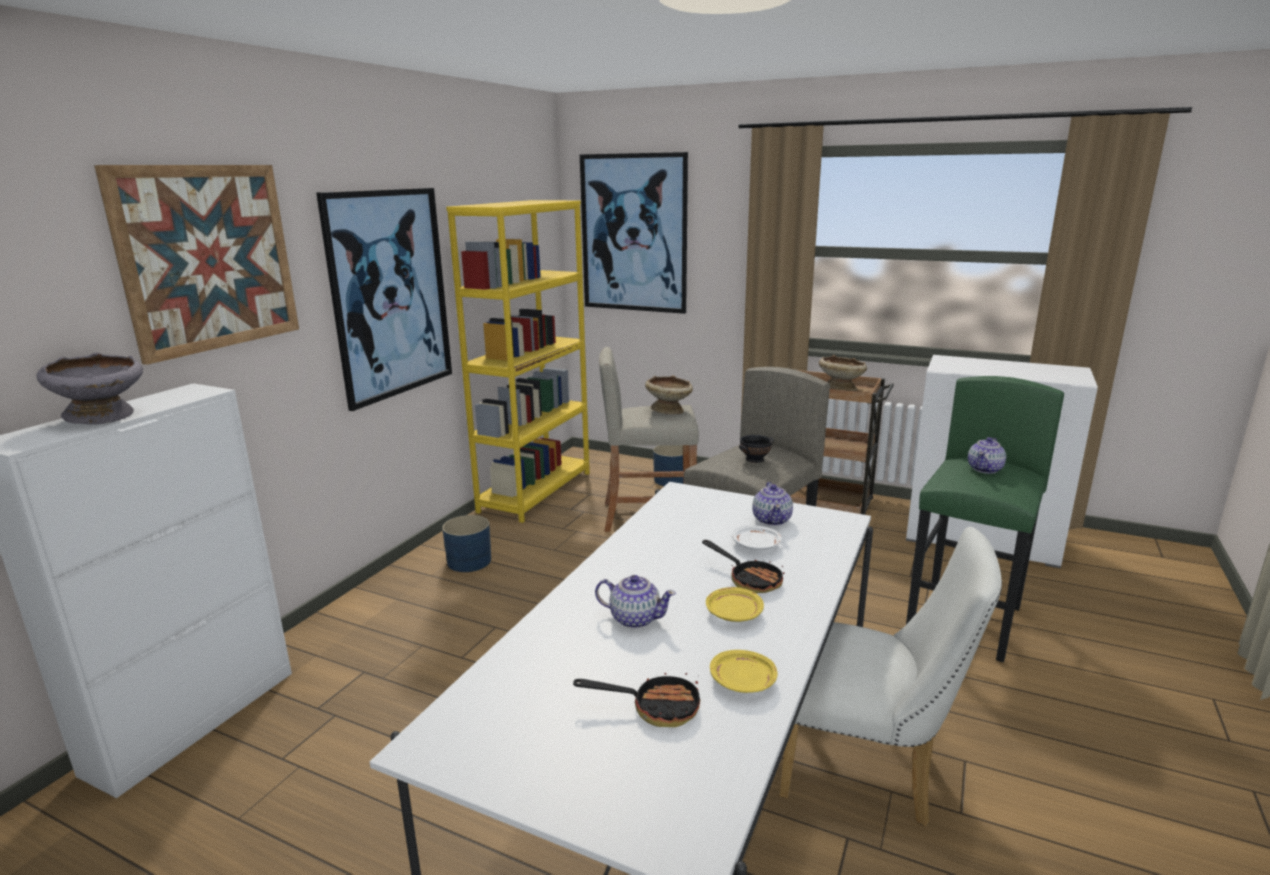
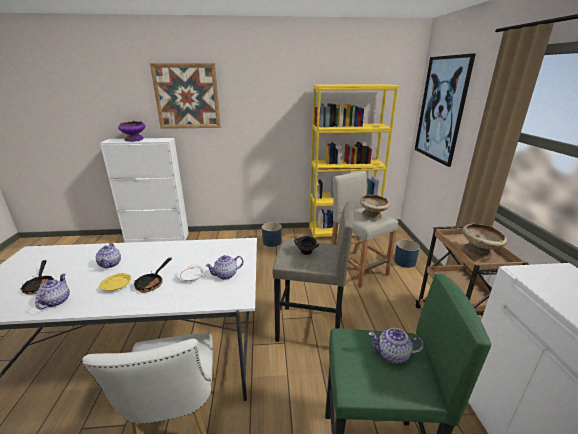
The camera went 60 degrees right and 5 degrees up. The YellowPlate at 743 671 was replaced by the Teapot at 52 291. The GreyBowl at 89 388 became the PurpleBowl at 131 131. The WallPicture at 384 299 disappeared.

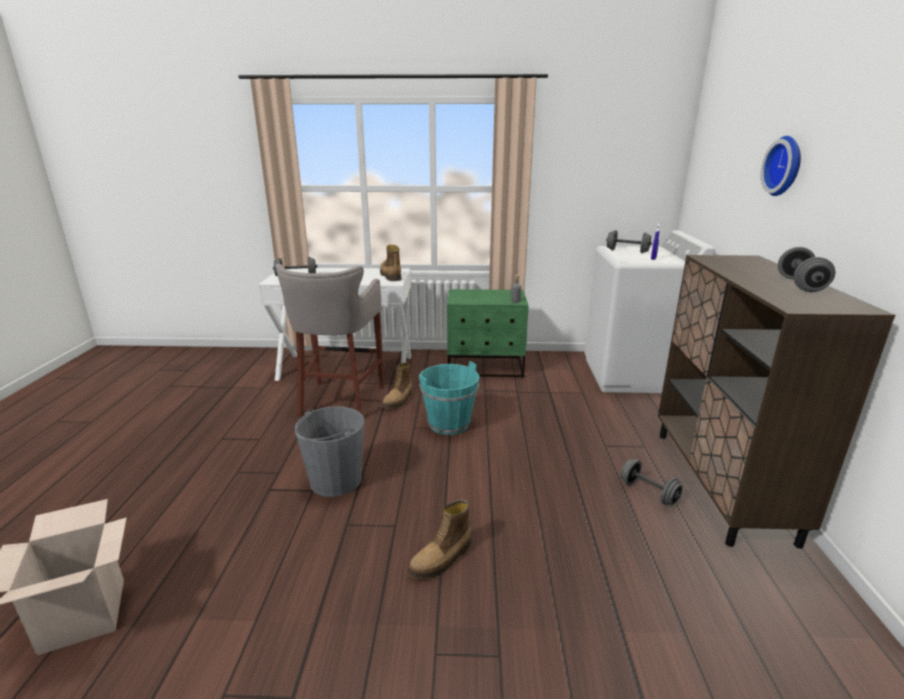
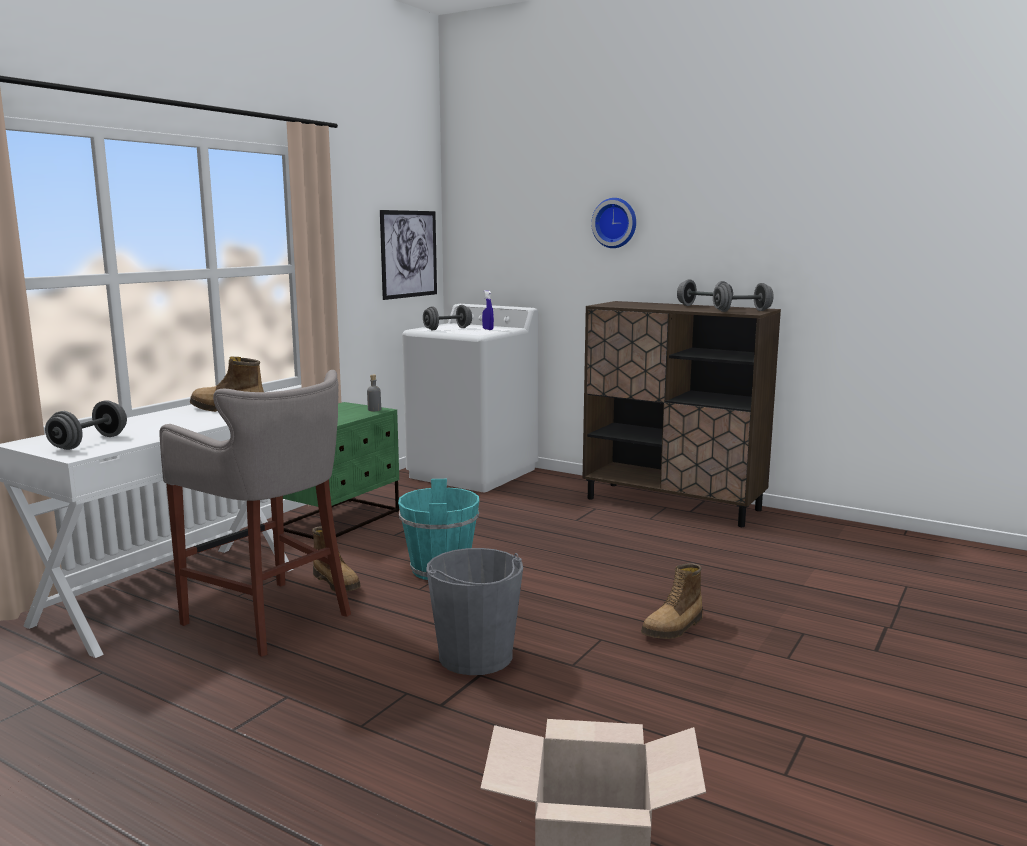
The camera went 60 degrees left and 10 degrees down. The WallPicture at 408 255 appeared. The Boot at 439 539 turned 60 degrees clockwise. The GreyHandWeight moved from 652 482 to 743 297.

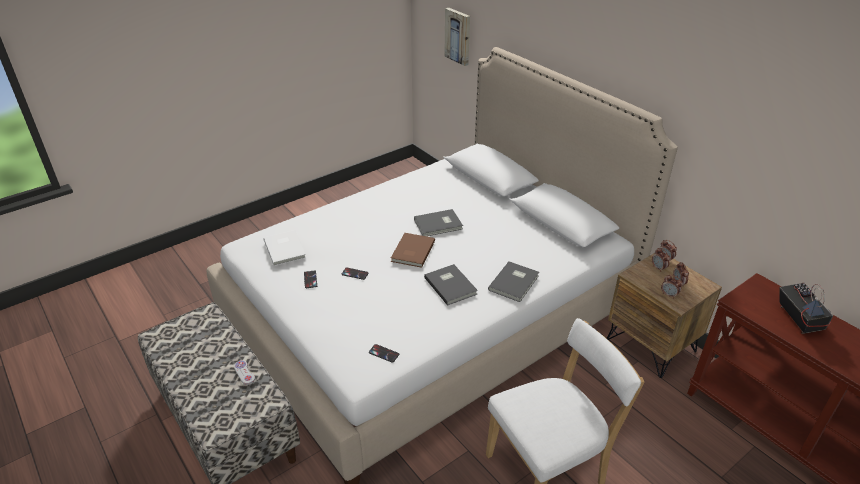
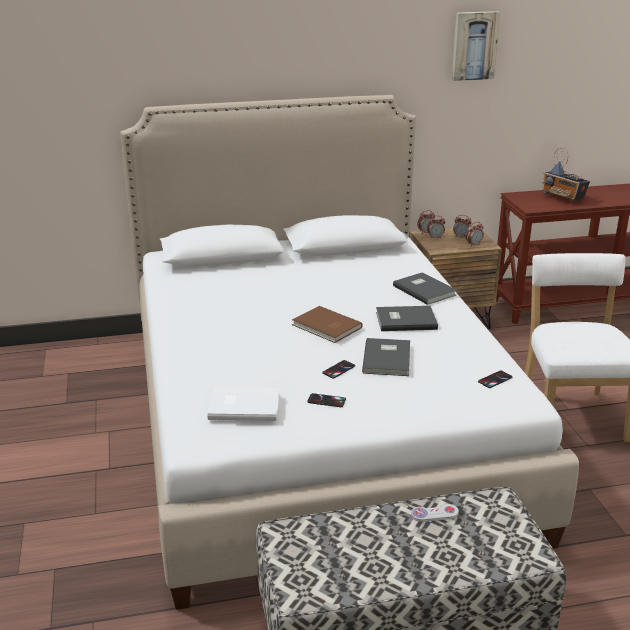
The camera went 65 degrees left and 10 degrees down. The GreyBook moved from 438 222 to 386 357. The WallPicture moved from 457 37 to 476 46. The Radio at 806 308 turned 150 degrees counterclockwise.

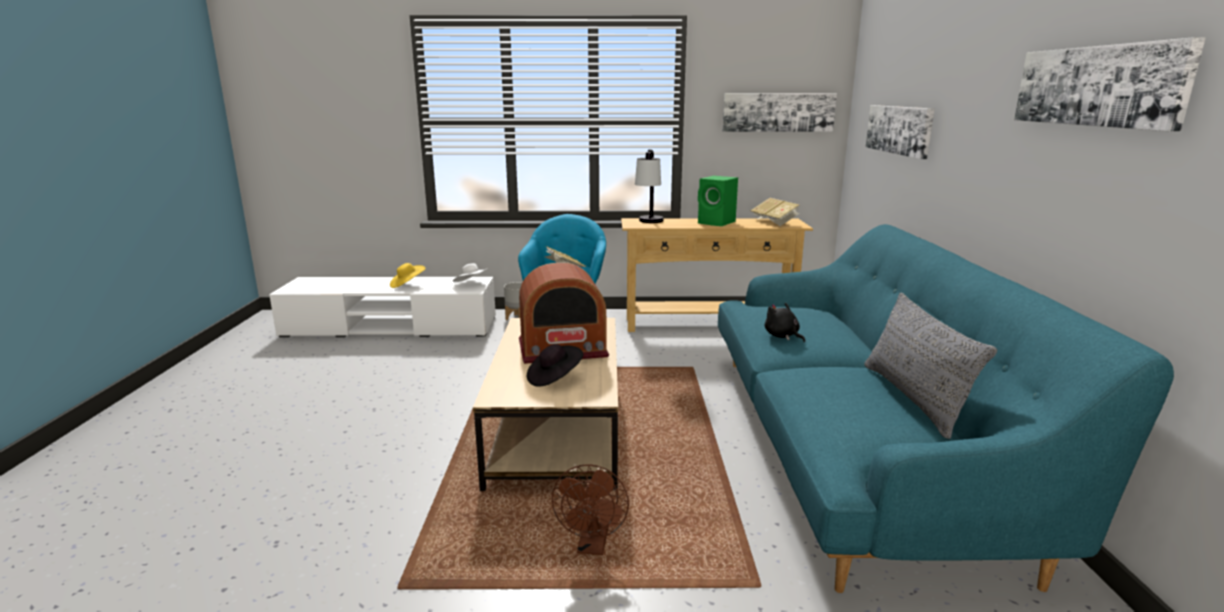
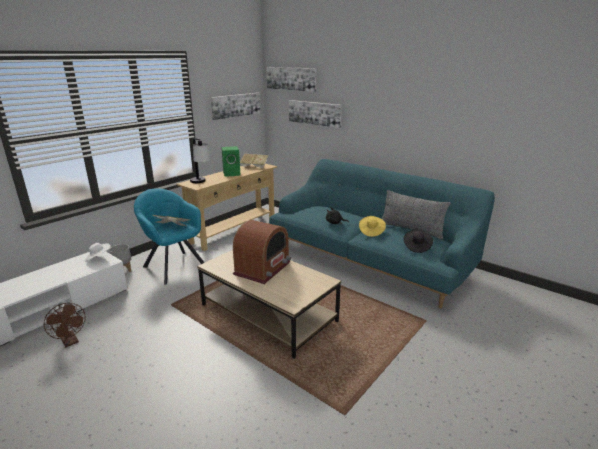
The camera went 50 degrees left and 5 degrees up. The BrownCoolingFan moved from 590 509 to 65 325. The WallPicture moved from 1110 84 to 291 79. The YellowWearableHat moved from 408 275 to 372 226. The BlackWearableHat moved from 555 365 to 418 241.

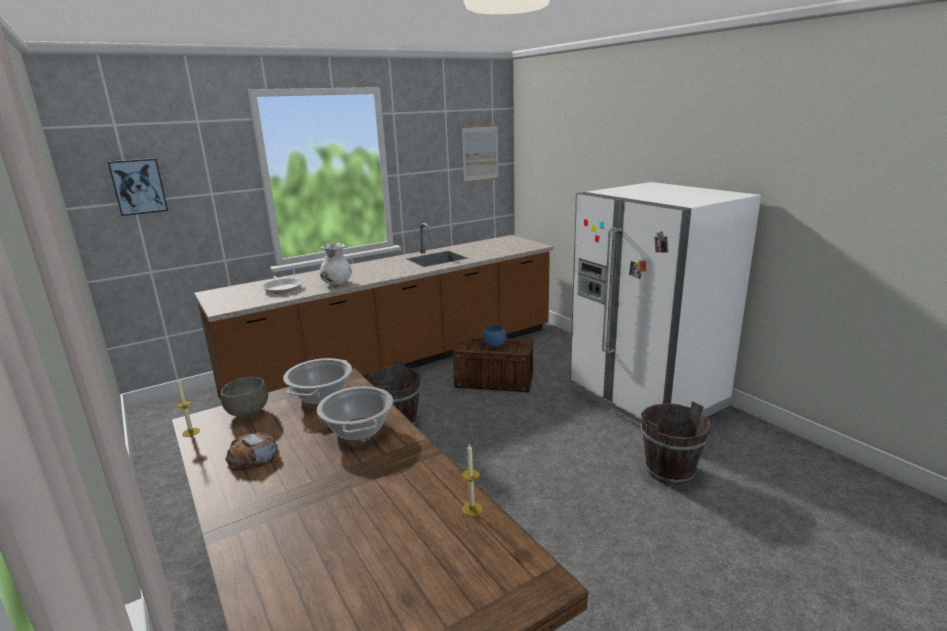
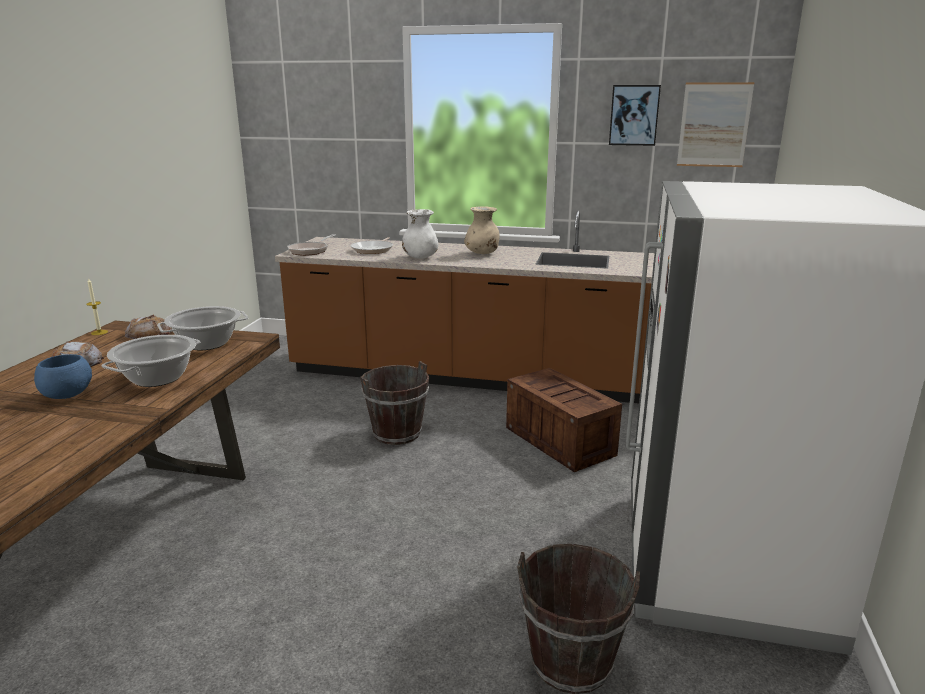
The camera went 45 degrees right and 0 degrees up. The BluishBowl moved from 494 336 to 63 376. The GreyBowl at 244 397 was replaced by the BakeryBread at 148 327. The Pan at 311 245 appeared. The SandColouredDecorativeVase at 481 230 appeared. The WallPicture moved from 138 187 to 635 115. The WaxCandle at 472 479 disappeared.

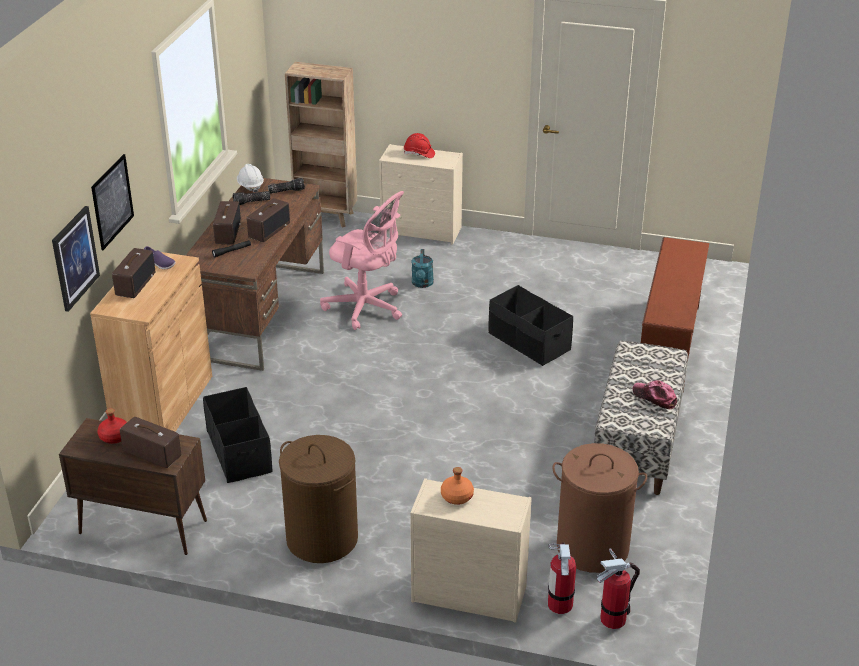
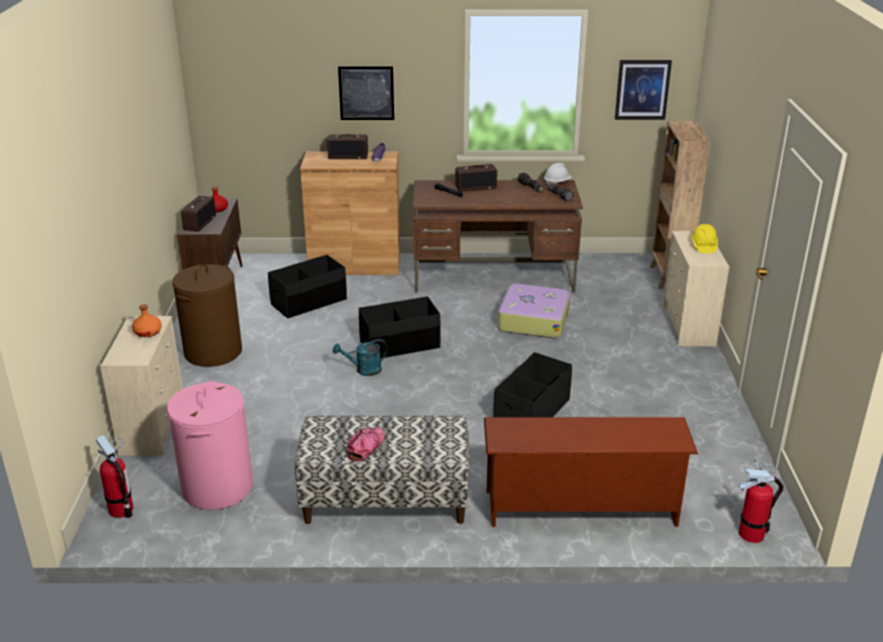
The camera went 75 degrees right and 5 degrees down. The BrownHamper at 599 508 became the PinkColouredHamper at 210 445. The TurquoiseSprinklingCan moved from 422 268 to 360 357. The BlackStorageBin at 400 327 appeared. The PinkColouredOfficeChair at 362 260 was replaced by the TravelCase at 534 311. The WallPicture moved from 76 259 to 643 90. The ReddishSafetyHelmet at 419 145 became the YellowSafetyHelmet at 704 239. The Extinguisher moved from 562 578 to 761 501. The Radio at 268 220 disappeared.

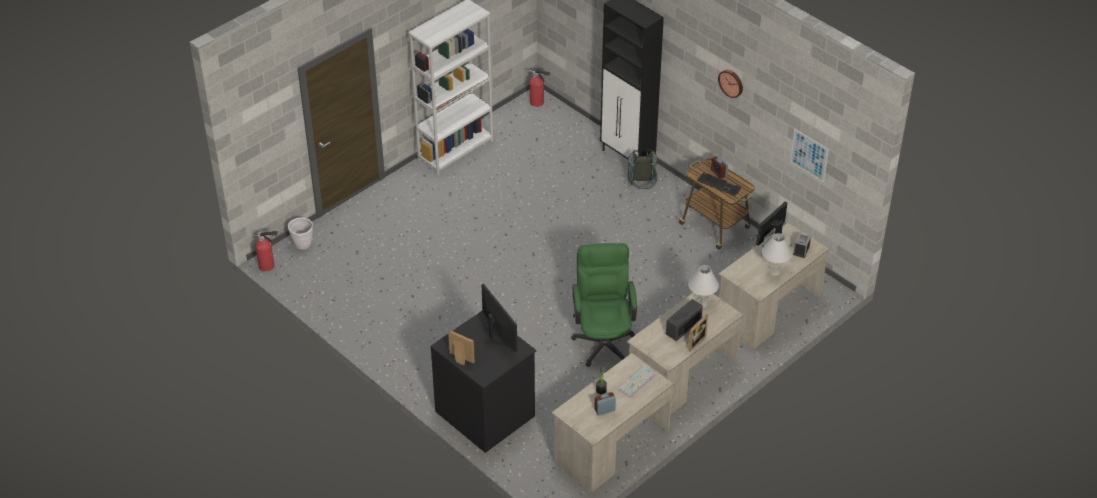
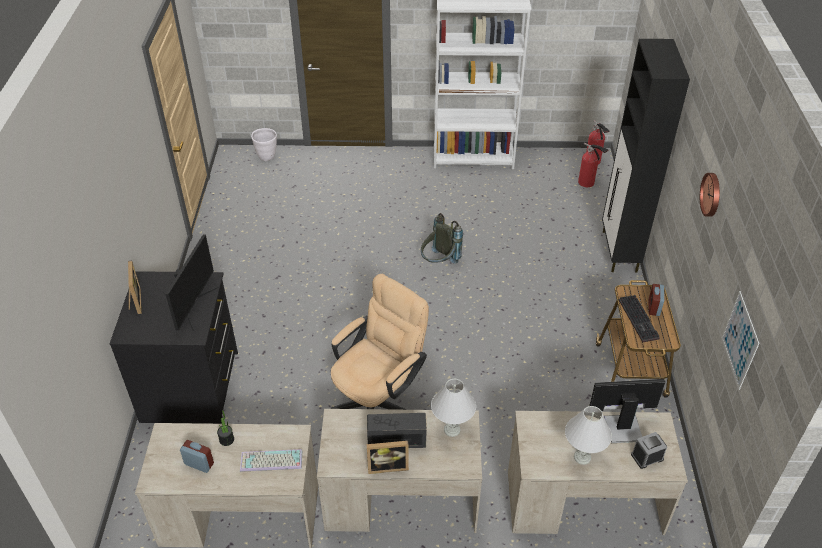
The camera went 45 degrees right and 0 degrees up. The GreenColouredOfficeChair at 604 305 became the SandColouredOfficeChair at 380 342. The GreyRucksack moved from 641 169 to 442 238. The Extinguisher moved from 265 251 to 593 165.

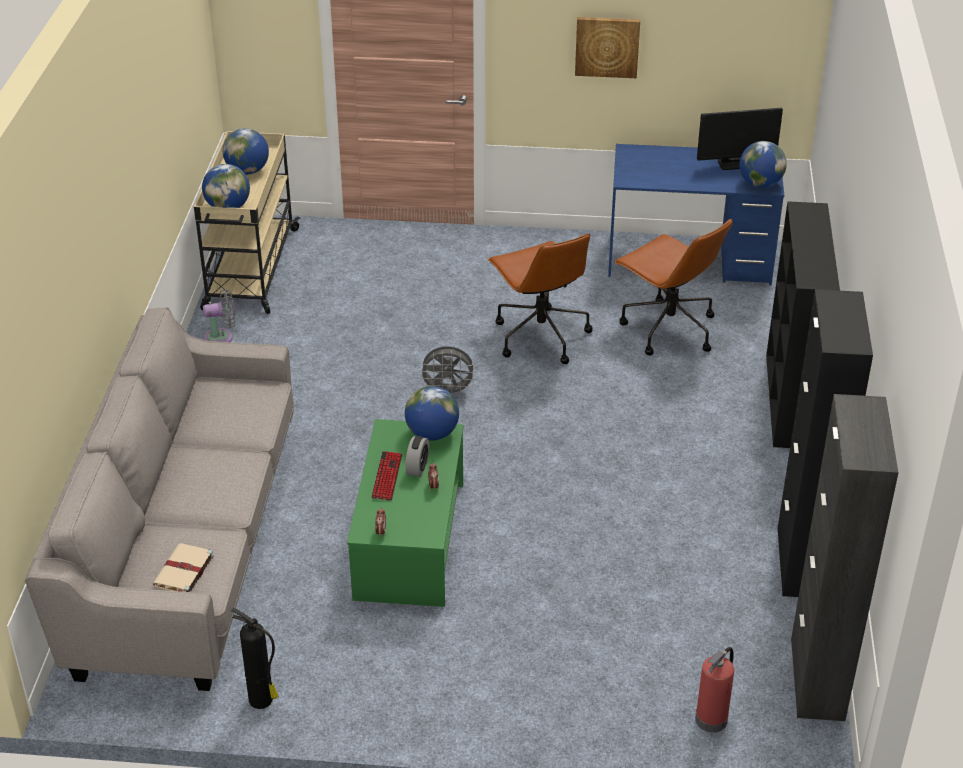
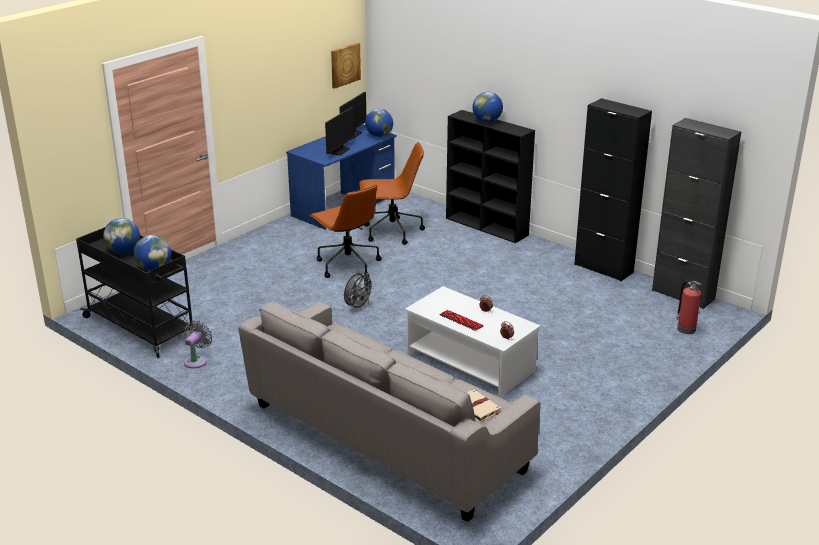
The camera went 55 degrees left and 10 degrees down. The SandColouredTrolley at 247 222 became the BlackTrolley at 135 292. The BrownOfficeChair at 540 298 turned 45 degrees clockwise. The ComputerDisplay at 340 131 appeared. The WallPicture moved from 607 47 to 346 66. The GreenColouredLoungeTable at 405 513 became the WhiteColouredLoungeTable at 473 341. The WorldGlobe moved from 432 413 to 488 107. The Extinguisher at 255 658 disappeared. The TableClock at 417 456 disappeared.

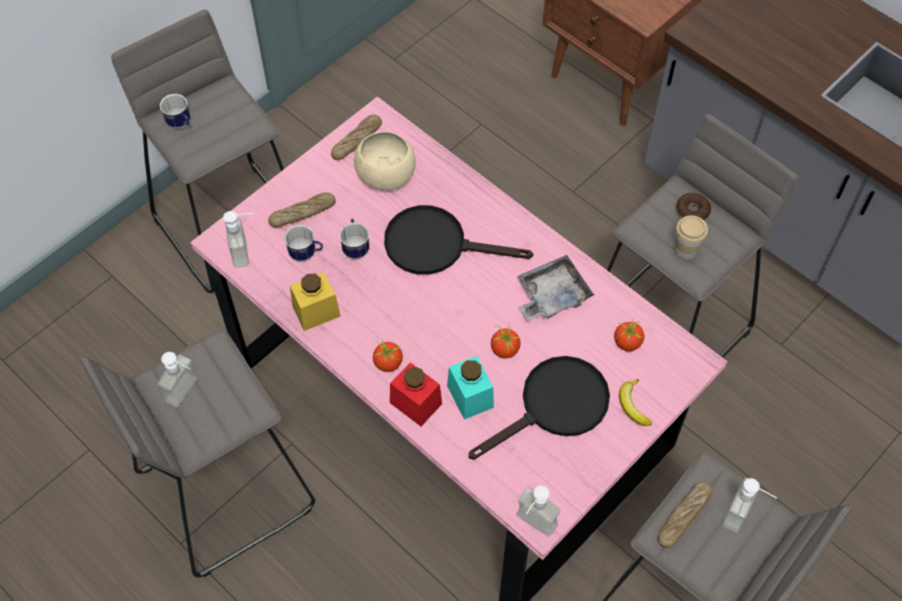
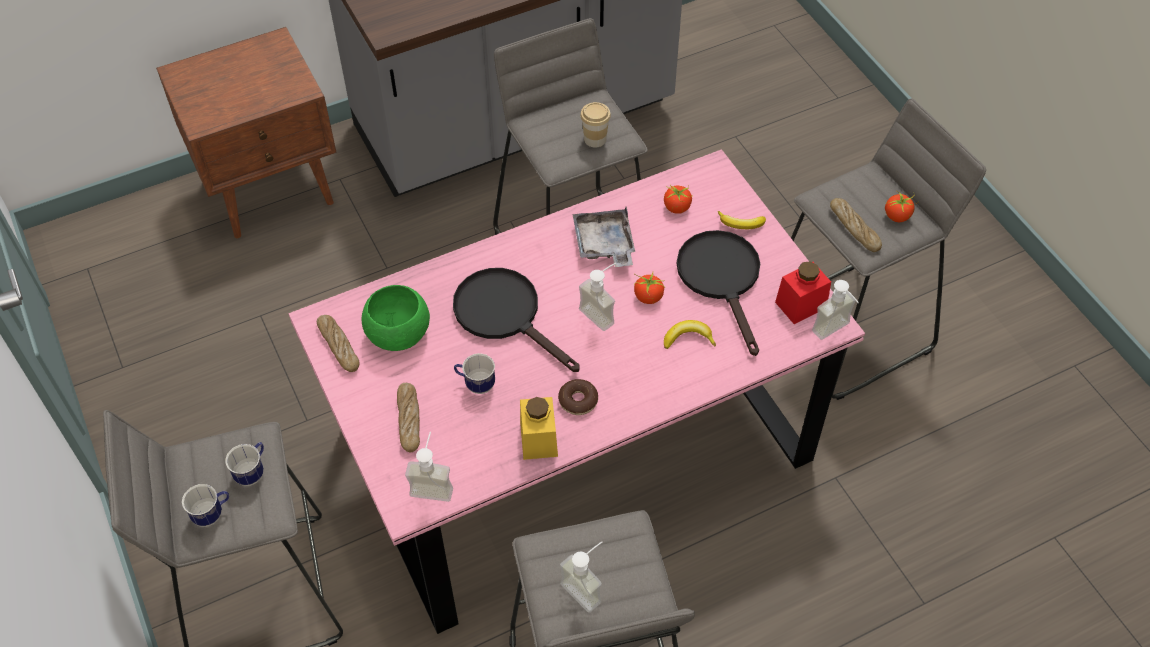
The camera went 70 degrees left and 5 degrees down. The CoffeeMug moved from 303 243 to 244 464. The SandColouredBowl at 385 160 became the GreenColouredBowl at 396 318. The BlackPan at 458 240 turned 105 degrees clockwise. The RingDoughnut moved from 693 207 to 578 397. The SoapBottle moved from 749 505 to 597 297. The TurquoisePreserveJar at 470 388 was replaced by the Banana at 690 334. The ReddishPreserveJar moved from 416 394 to 803 292. The WholeTomato moved from 388 356 to 901 206.

